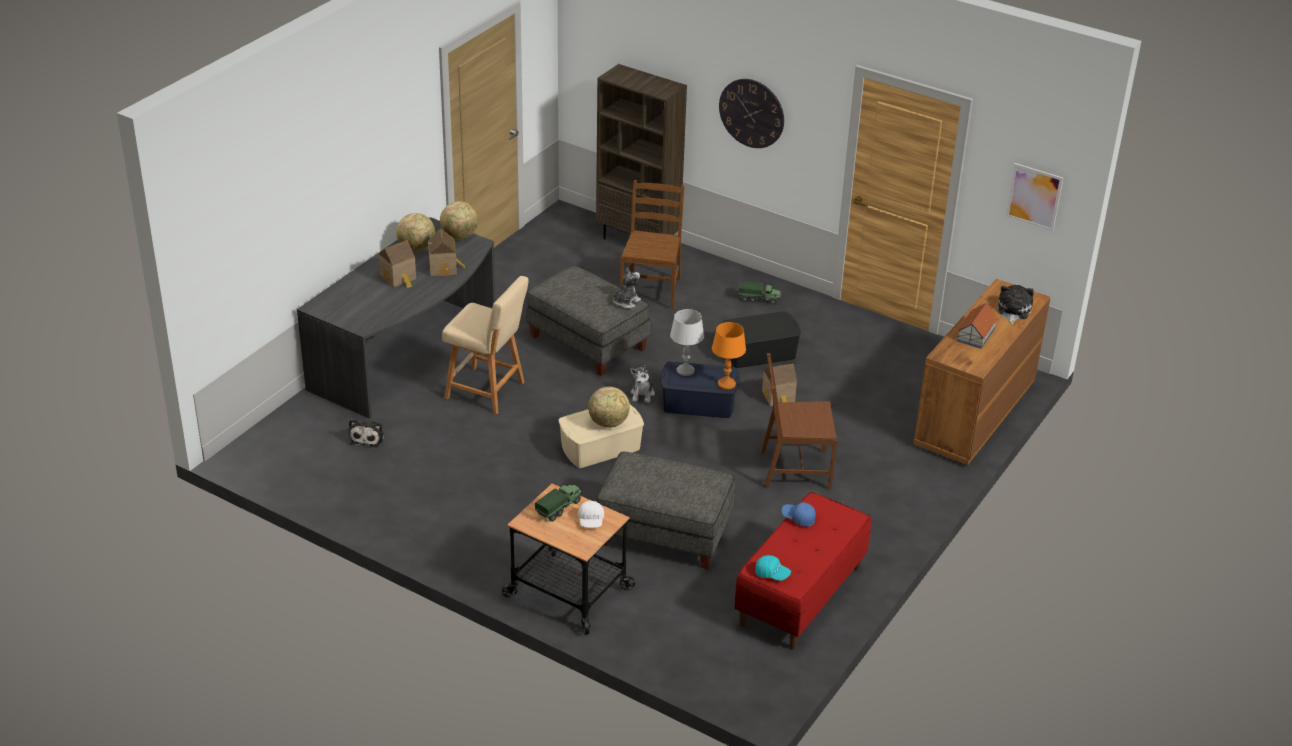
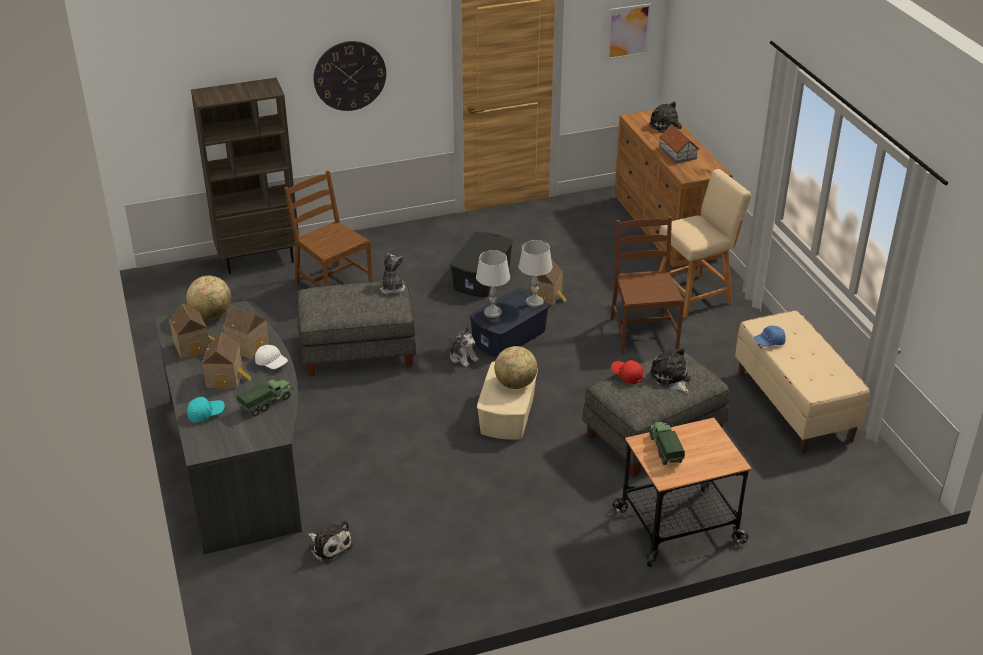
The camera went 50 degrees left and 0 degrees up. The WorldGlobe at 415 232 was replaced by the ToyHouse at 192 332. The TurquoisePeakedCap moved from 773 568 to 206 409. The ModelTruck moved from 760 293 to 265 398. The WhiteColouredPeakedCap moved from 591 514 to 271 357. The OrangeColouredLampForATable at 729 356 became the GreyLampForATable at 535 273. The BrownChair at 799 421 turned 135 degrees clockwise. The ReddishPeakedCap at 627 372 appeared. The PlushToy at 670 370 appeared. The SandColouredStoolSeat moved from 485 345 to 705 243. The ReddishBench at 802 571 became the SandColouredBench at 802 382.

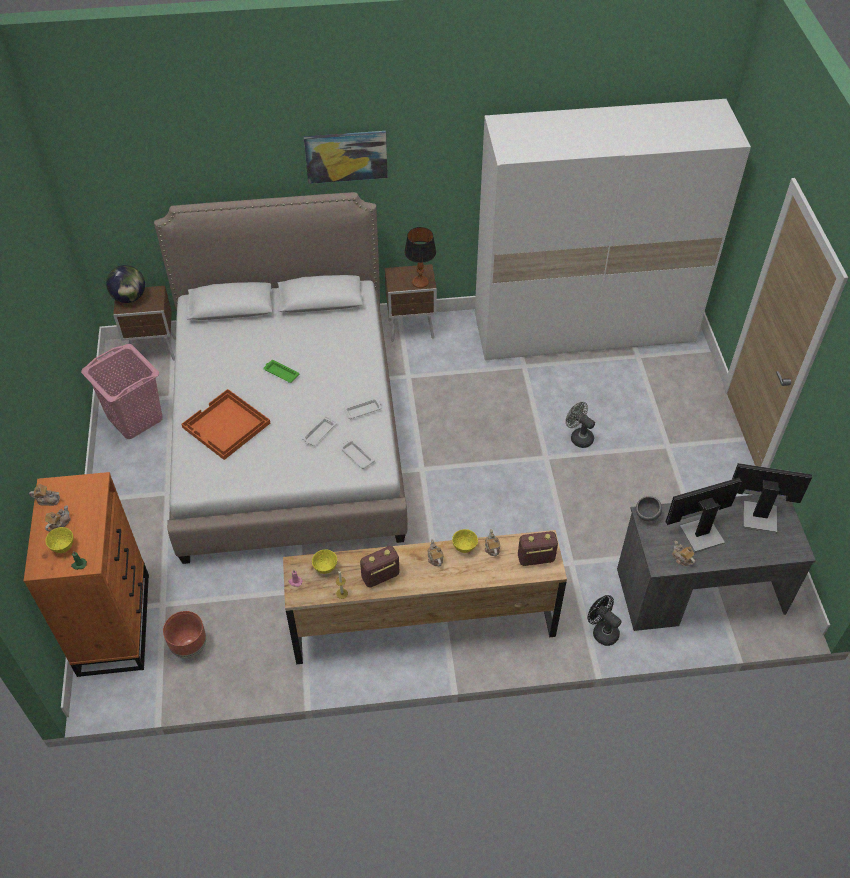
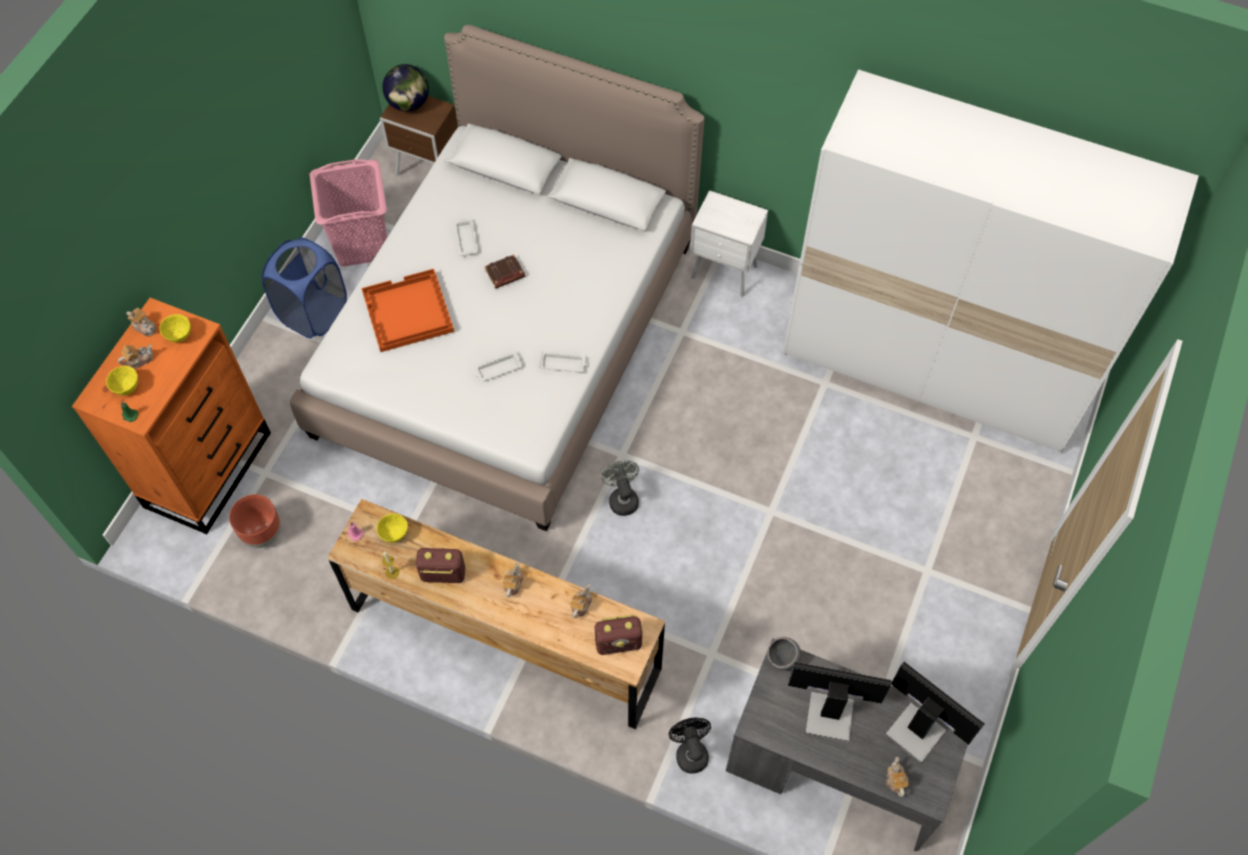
The camera went 30 degrees right and 10 degrees up. The YellowBowl moved from 465 541 to 175 328. The BluishHamper at 304 288 appeared. The WhiteColouredCarryingTray moved from 357 454 to 466 237. The GreenColouredCarryingTray at 281 371 was replaced by the BrownBook at 504 271. The Radio at 538 548 turned 150 degrees clockwise. The GreyCoolingFan moved from 580 425 to 620 488. The BrownNightTable at 411 303 became the WhiteColouredNightTable at 729 243. The Teapot moved from 683 553 to 897 777. The WallPicture at 346 157 disappeared. The LampForATable at 420 257 disappeared.

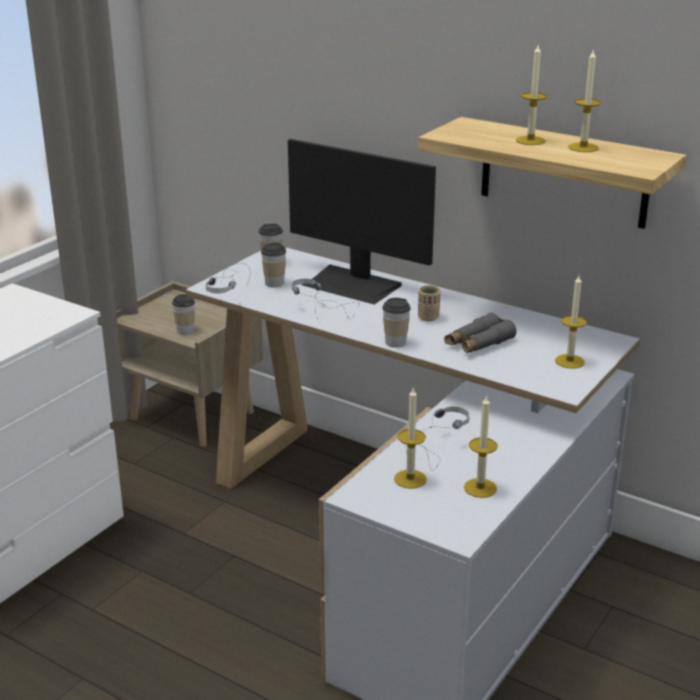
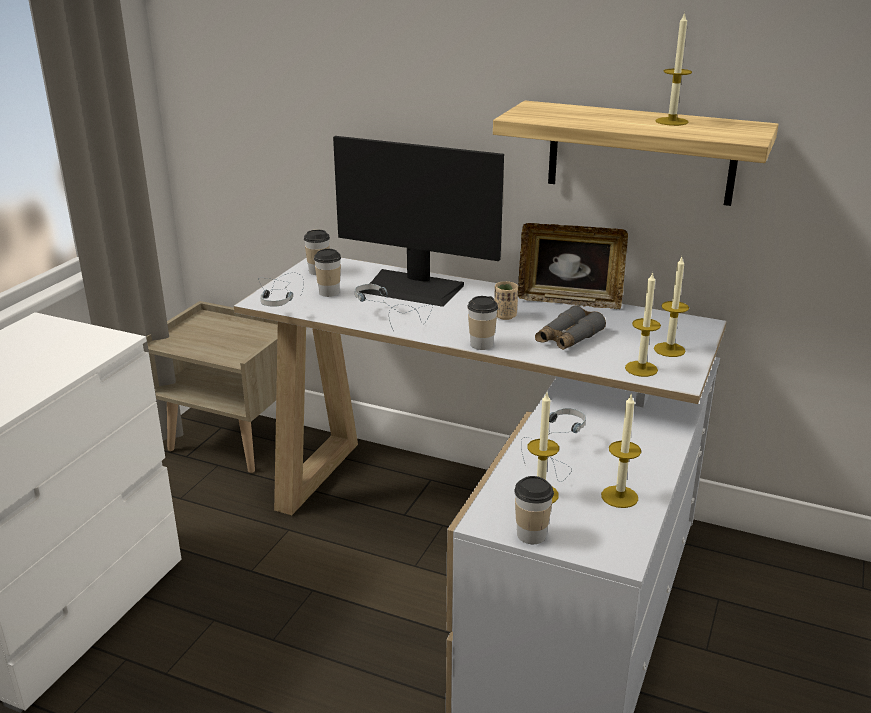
The camera went 10 degrees left and 0 degrees up. The Cup moved from 183 314 to 534 510. The StandingFrame at 573 266 appeared. The WaxCandle moved from 531 94 to 643 324.

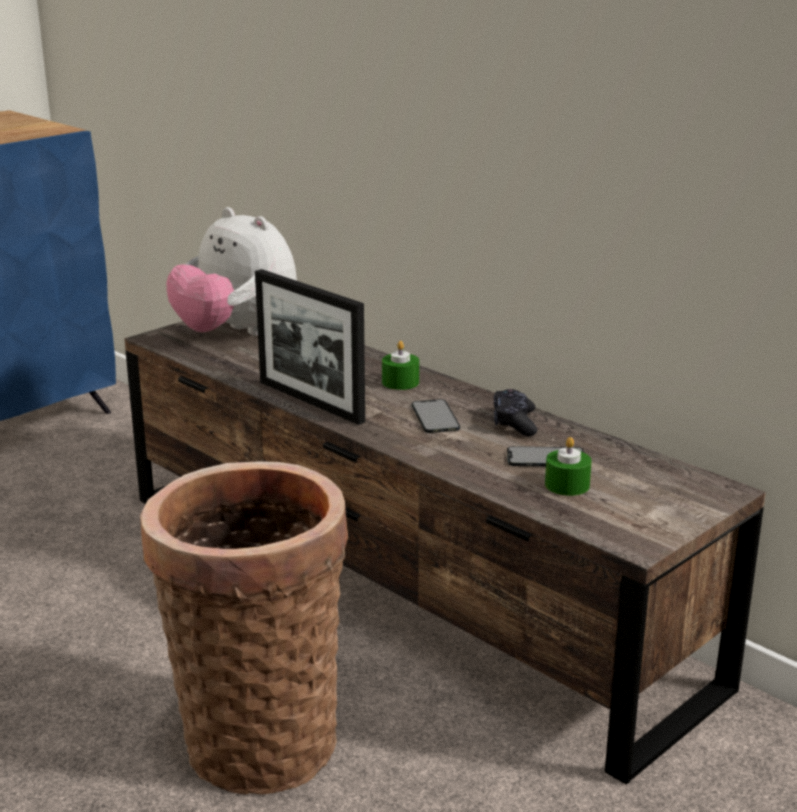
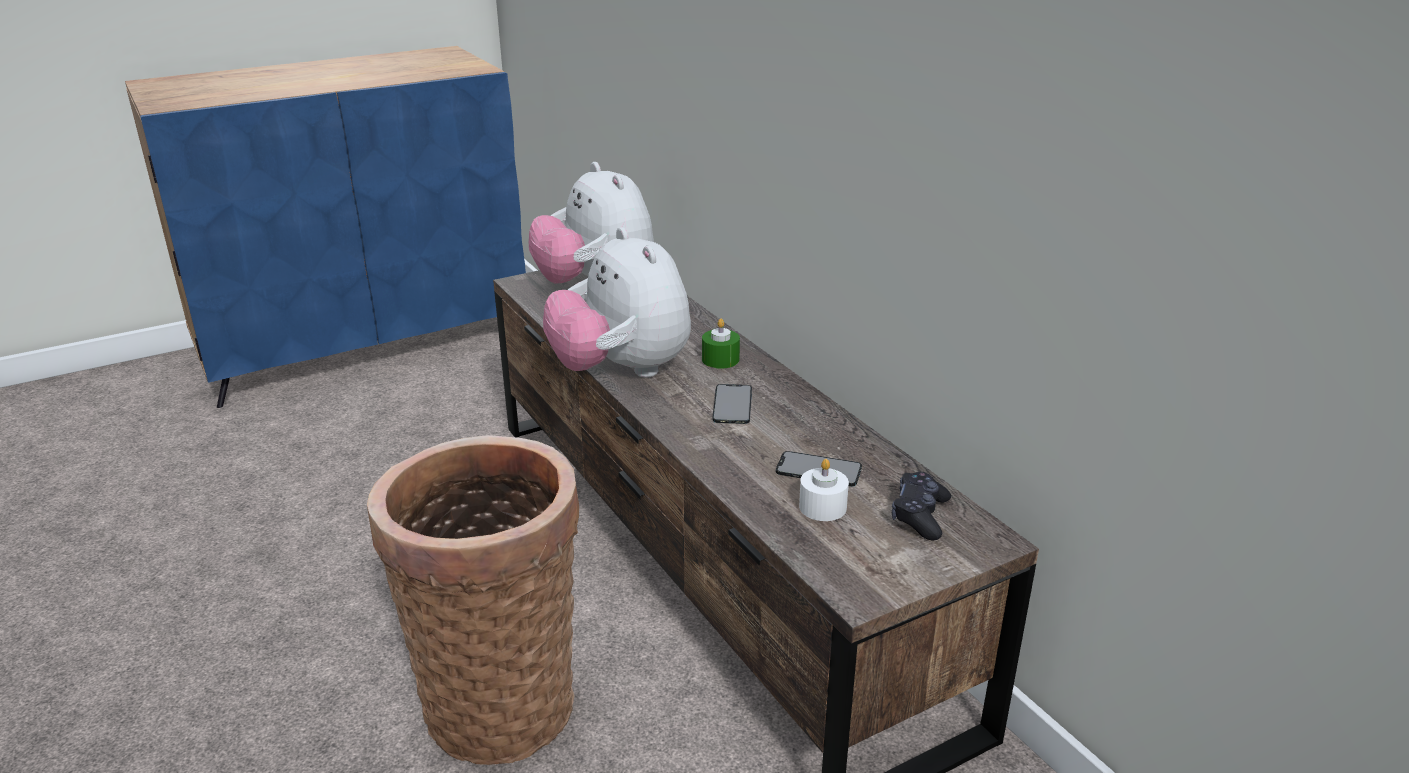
The camera went 15 degrees right and 5 degrees up. The StandingFrame at 310 347 was replaced by the PlushToy at 617 302. The GreenColouredWaxCandle at 568 466 became the WhiteColouredWaxCandle at 824 490. The BlackGameController moved from 515 412 to 921 506.

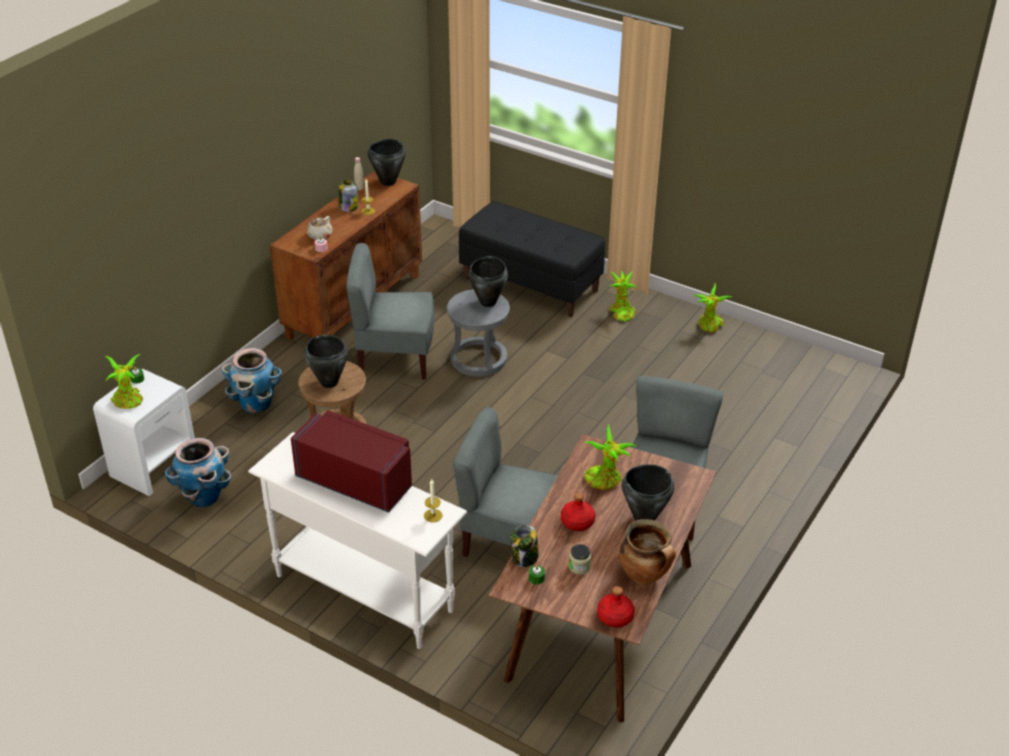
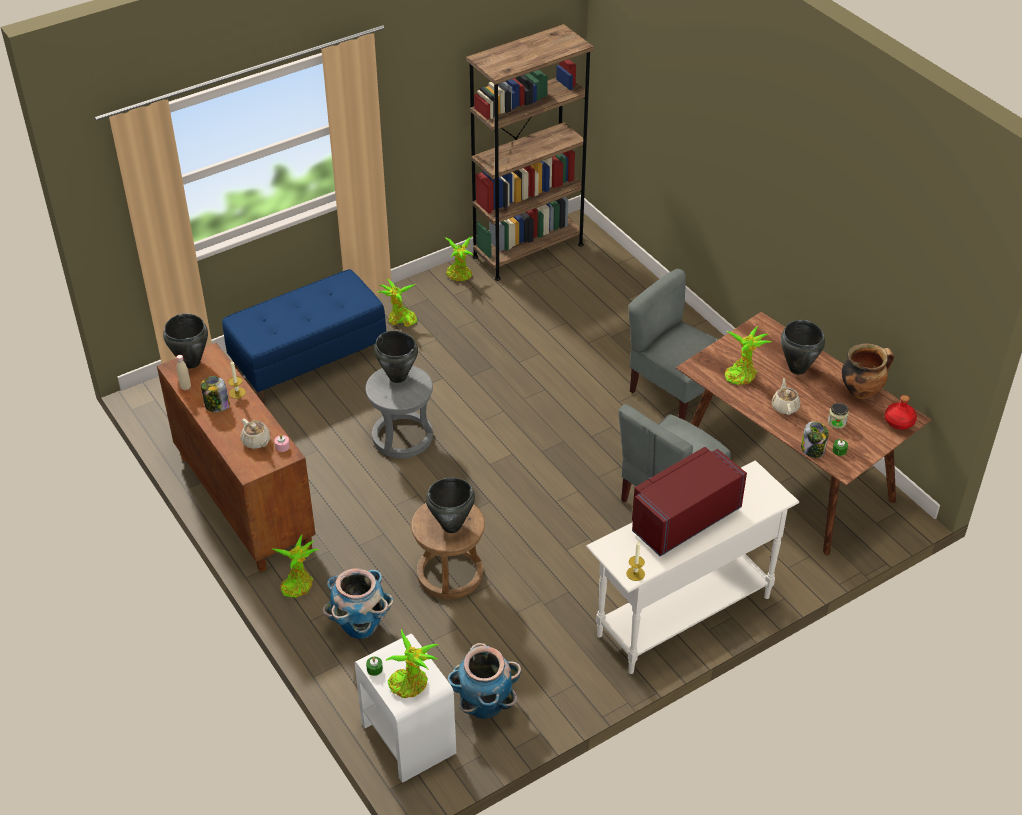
The camera went 65 degrees left and 5 degrees up. The BlackBench at 532 259 became the BluishBench at 304 336. The Houseplant at 295 566 appeared. The BrownBookshelf at 530 152 appeared. The WaxCandle moved from 433 501 to 635 560. The ReddishBottle at 578 511 was replaced by the SandColouredTeapot at 786 396. The GreyChair at 390 311 disappeared.

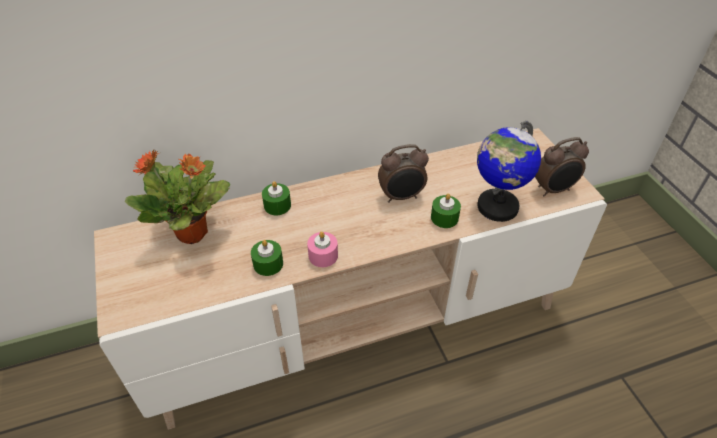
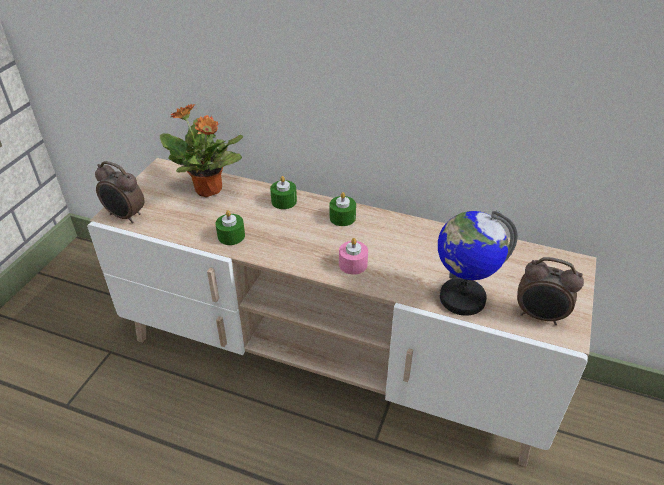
The camera went 40 degrees right and 5 degrees down. The TableClock moved from 403 173 to 120 192. The GreenColouredWaxCandle moved from 446 211 to 343 209. The PinkColouredWaxCandle moved from 322 249 to 353 256.

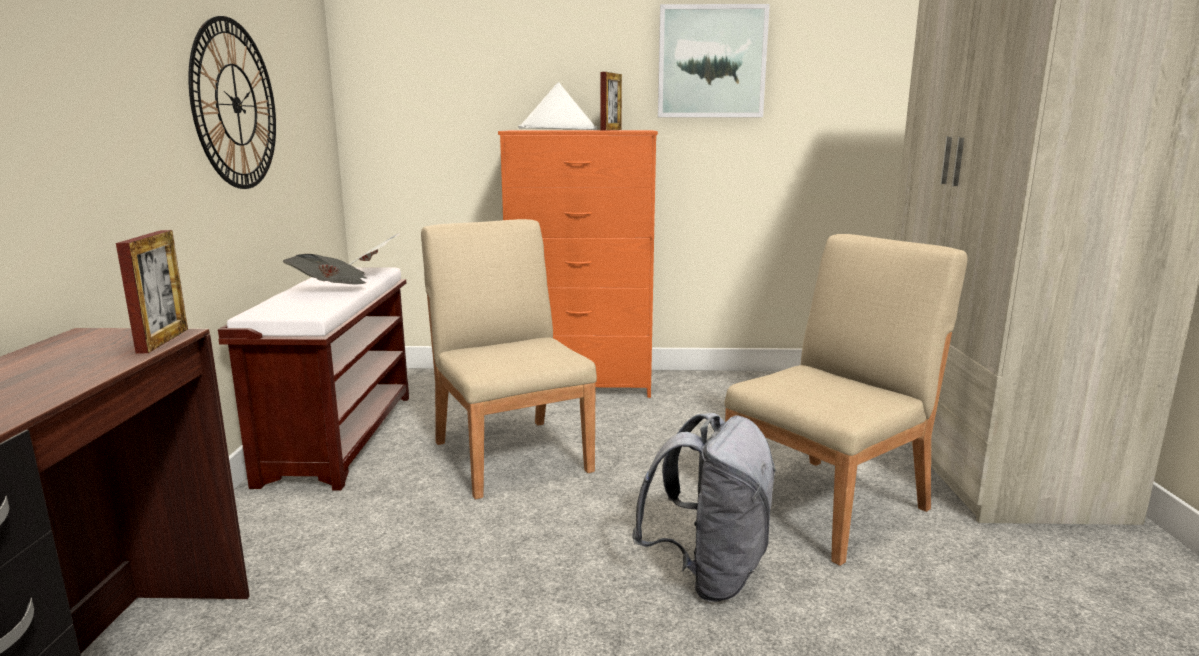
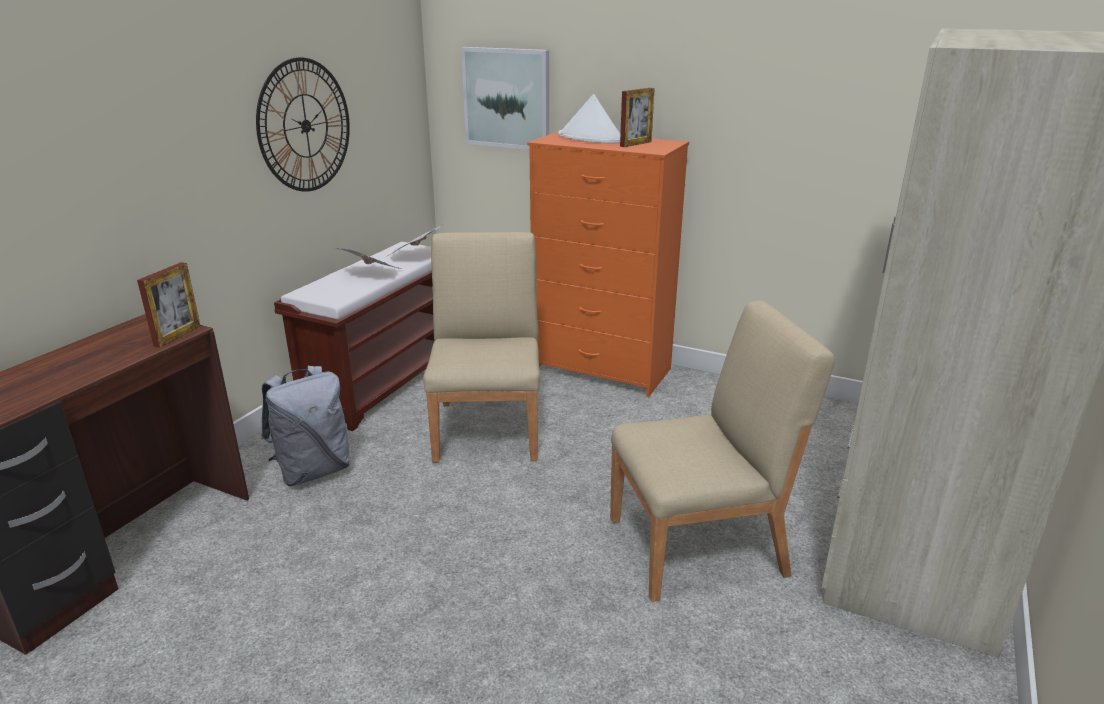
The camera went 25 degrees right and 10 degrees up. The GreyRucksack moved from 704 507 to 306 426. The WallPicture moved from 714 60 to 505 98.

